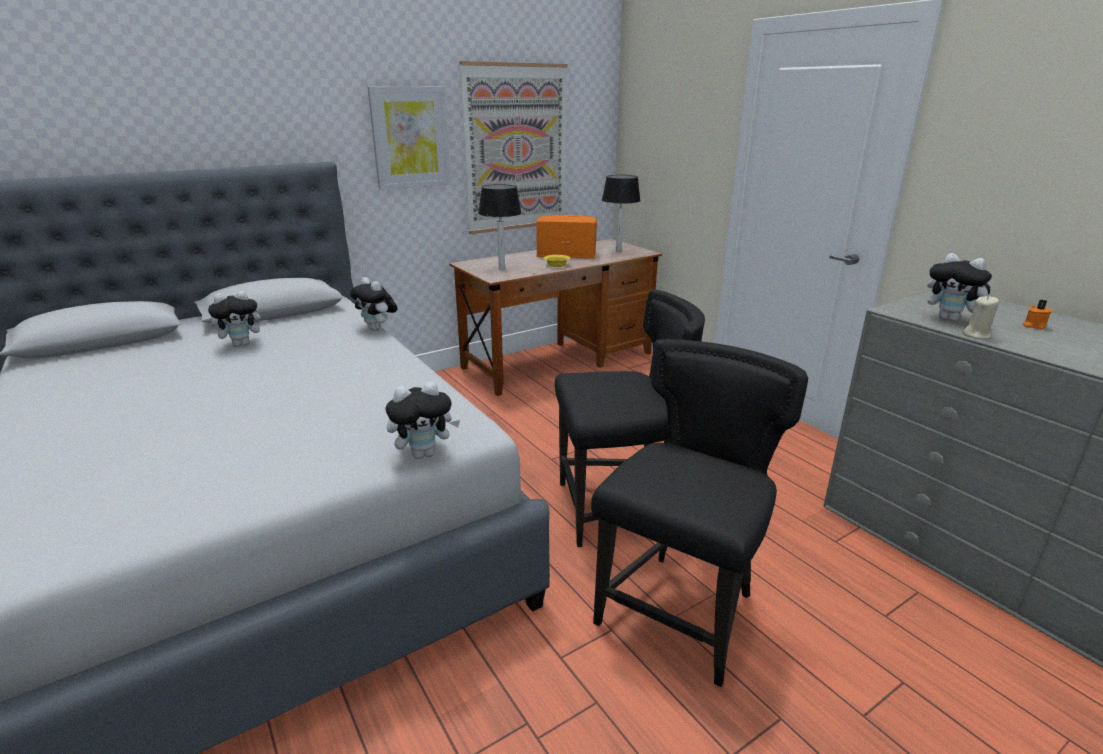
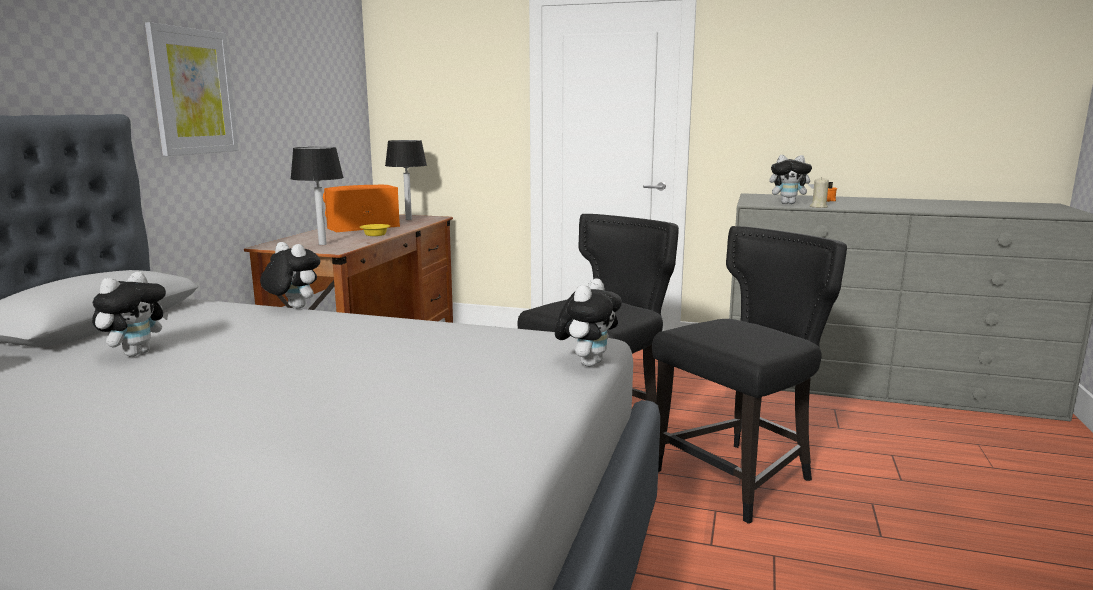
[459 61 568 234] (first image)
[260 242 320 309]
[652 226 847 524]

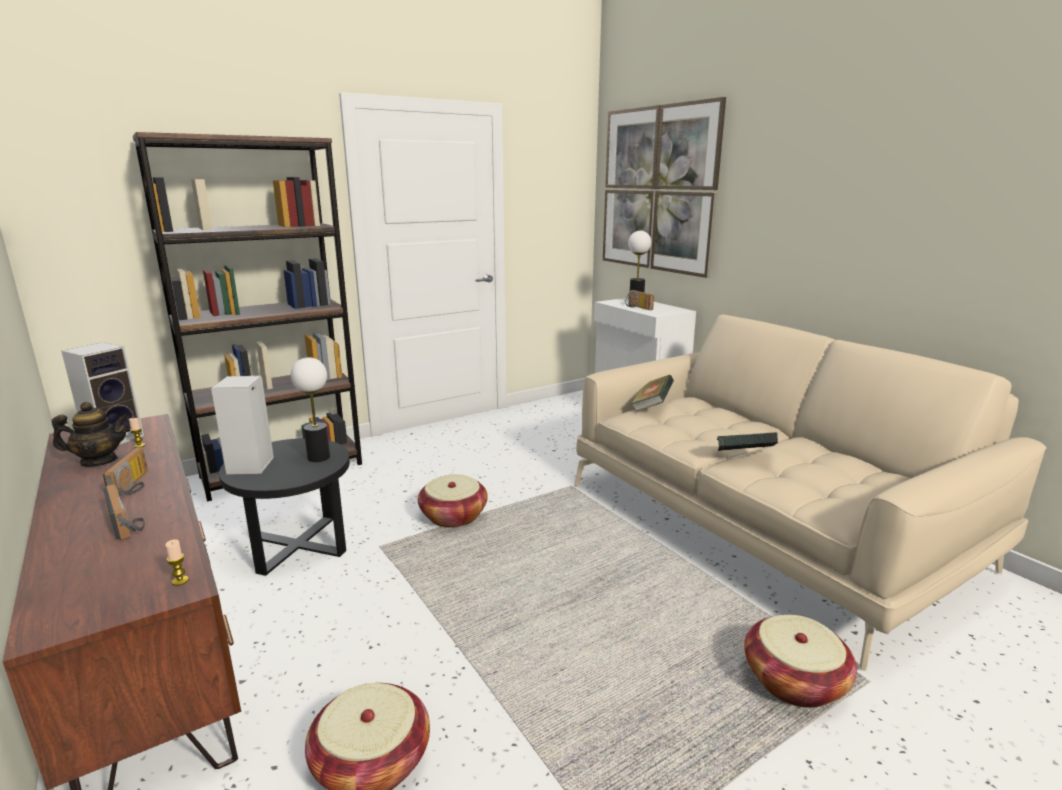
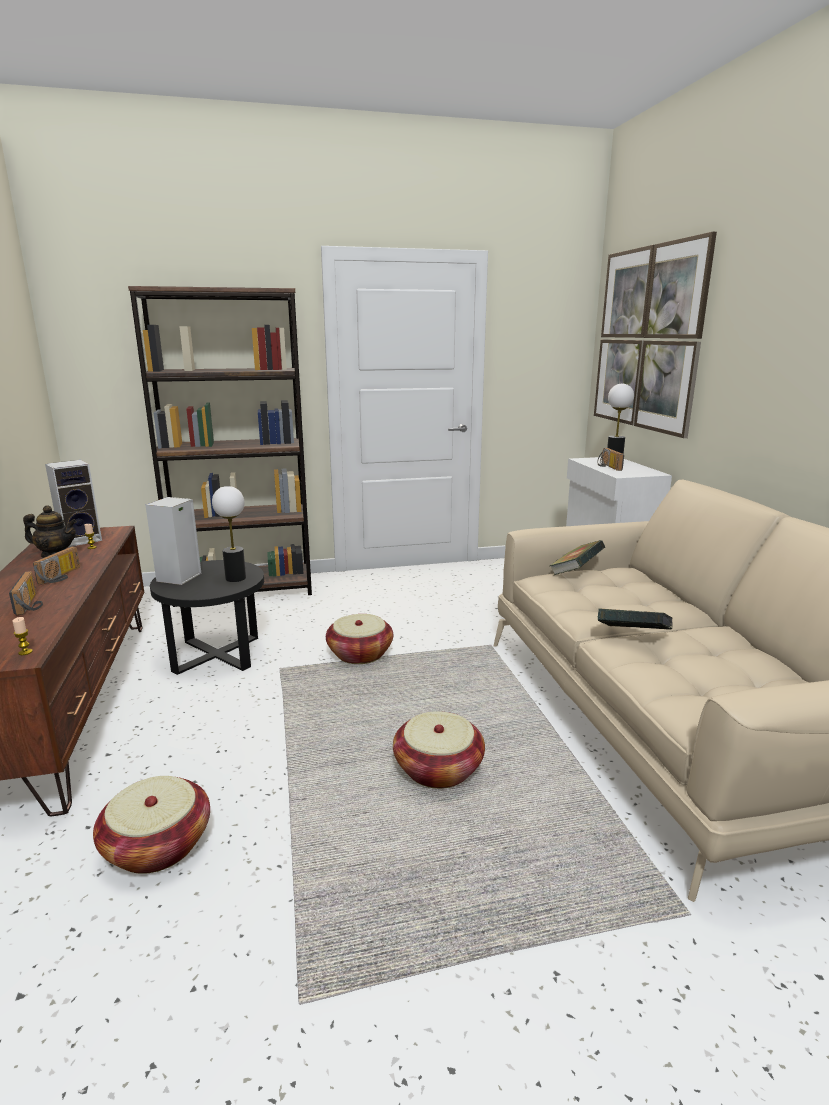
[393 711 485 789]

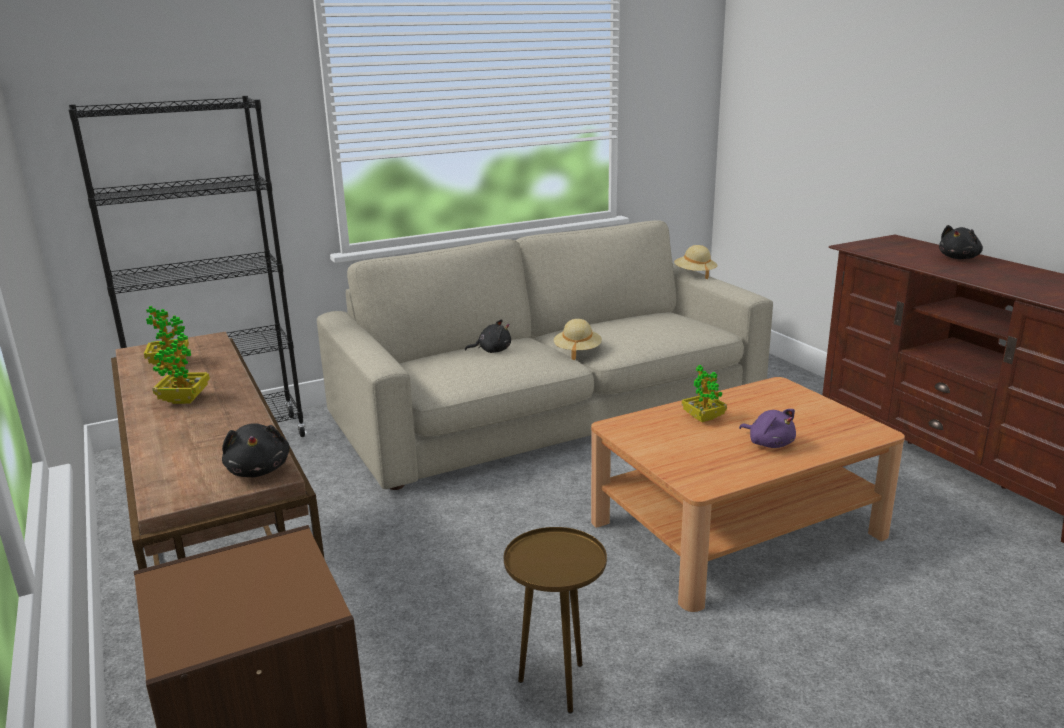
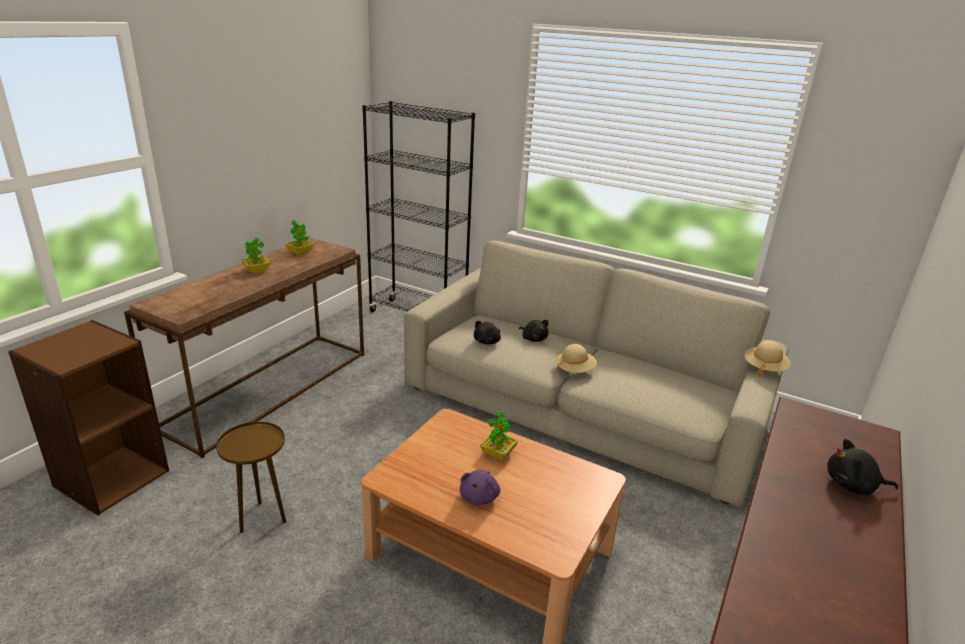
[474 321 501 344]

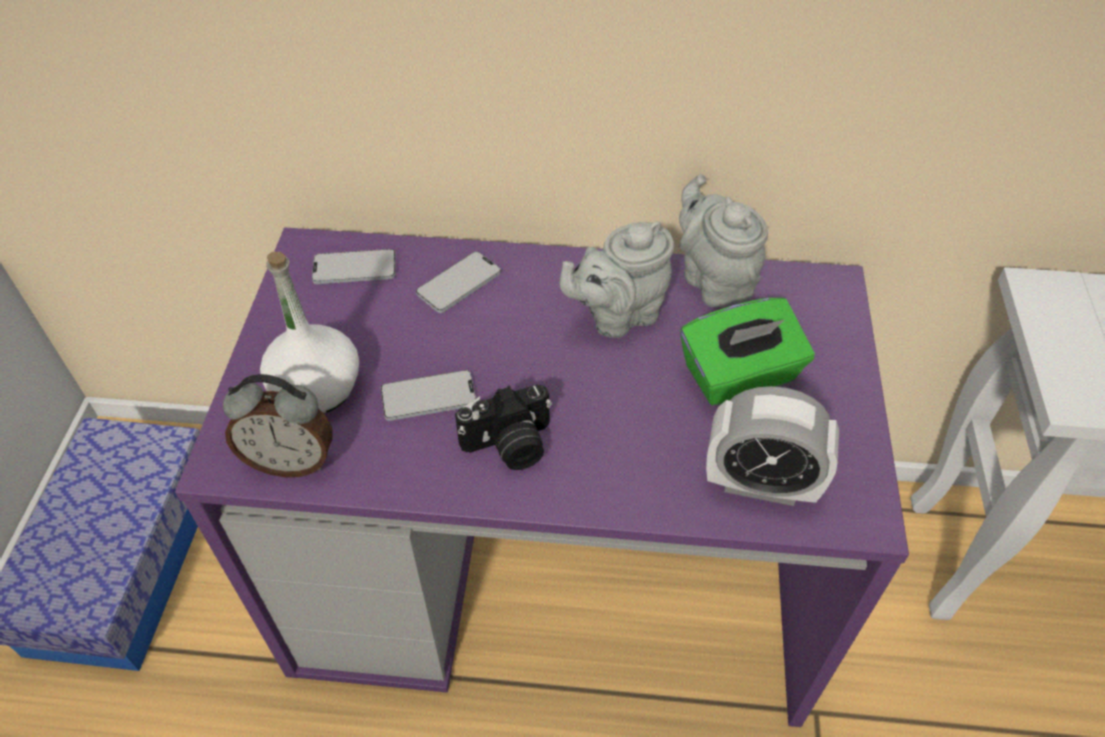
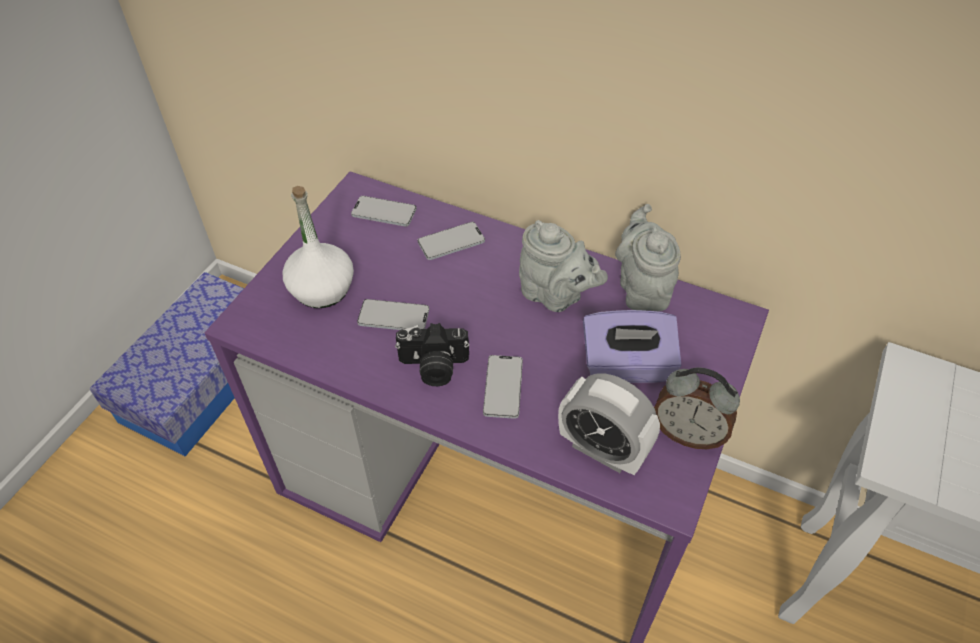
[483 355 523 419]
[654 367 740 449]
[583 310 681 383]
[519 220 608 312]

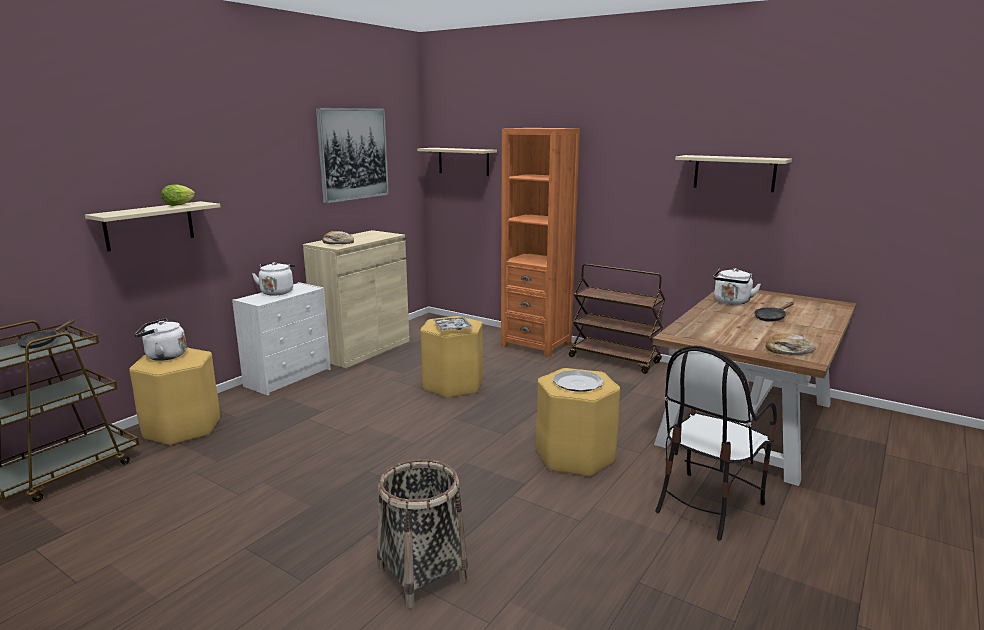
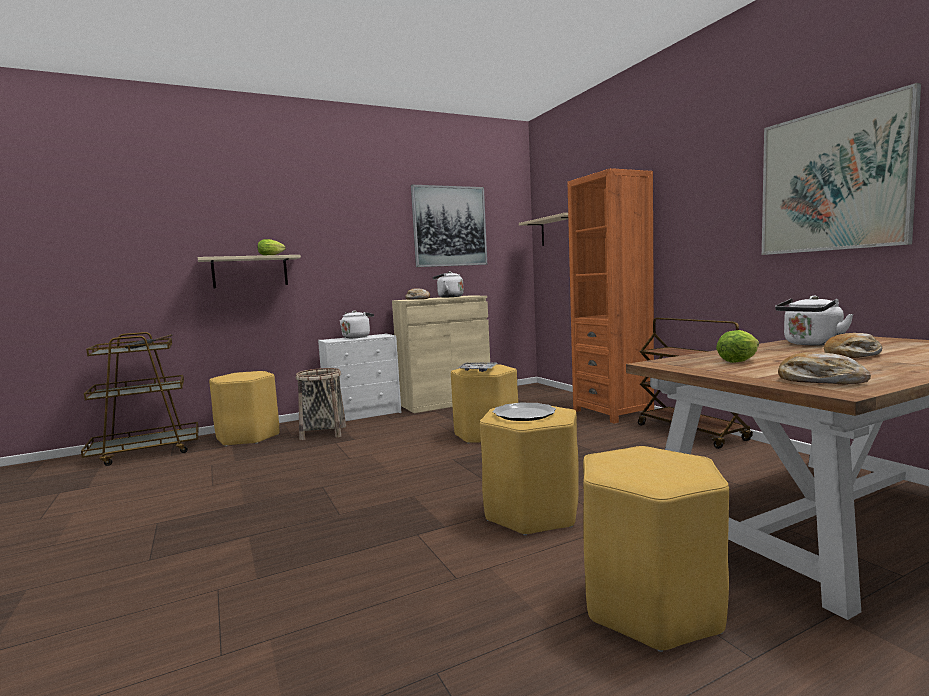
[716 330 759 363]
[432 271 464 298]
[295 368 346 440]
[583 446 729 652]
[762 83 921 255]
[824 333 882 358]

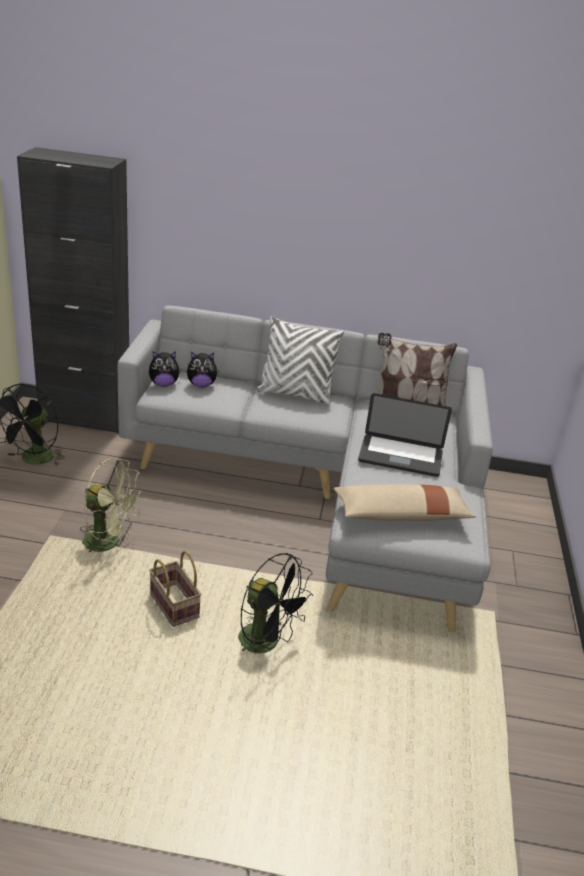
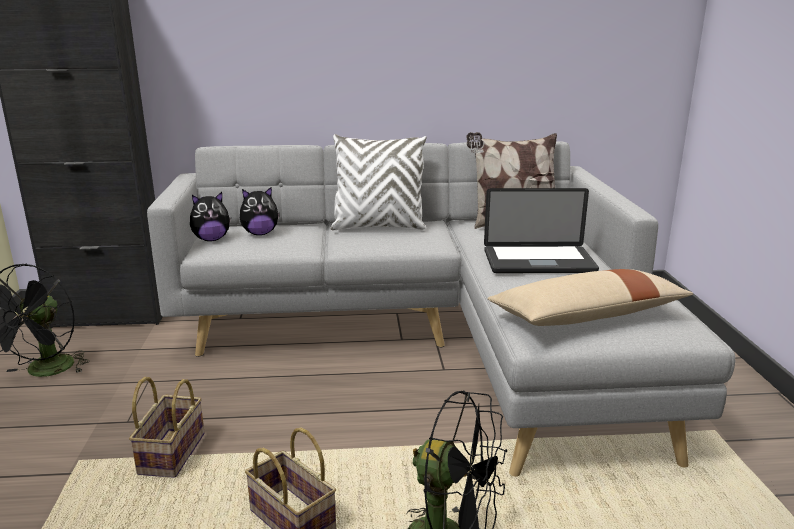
[129 377 205 478]

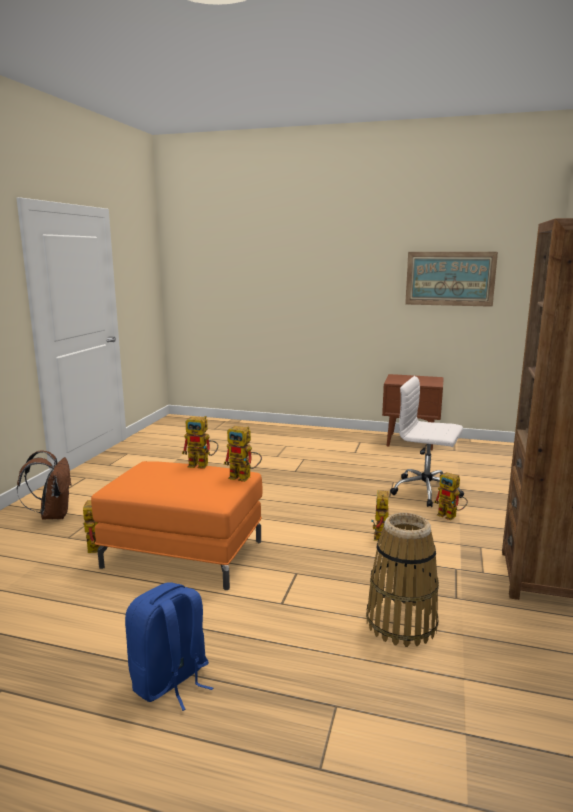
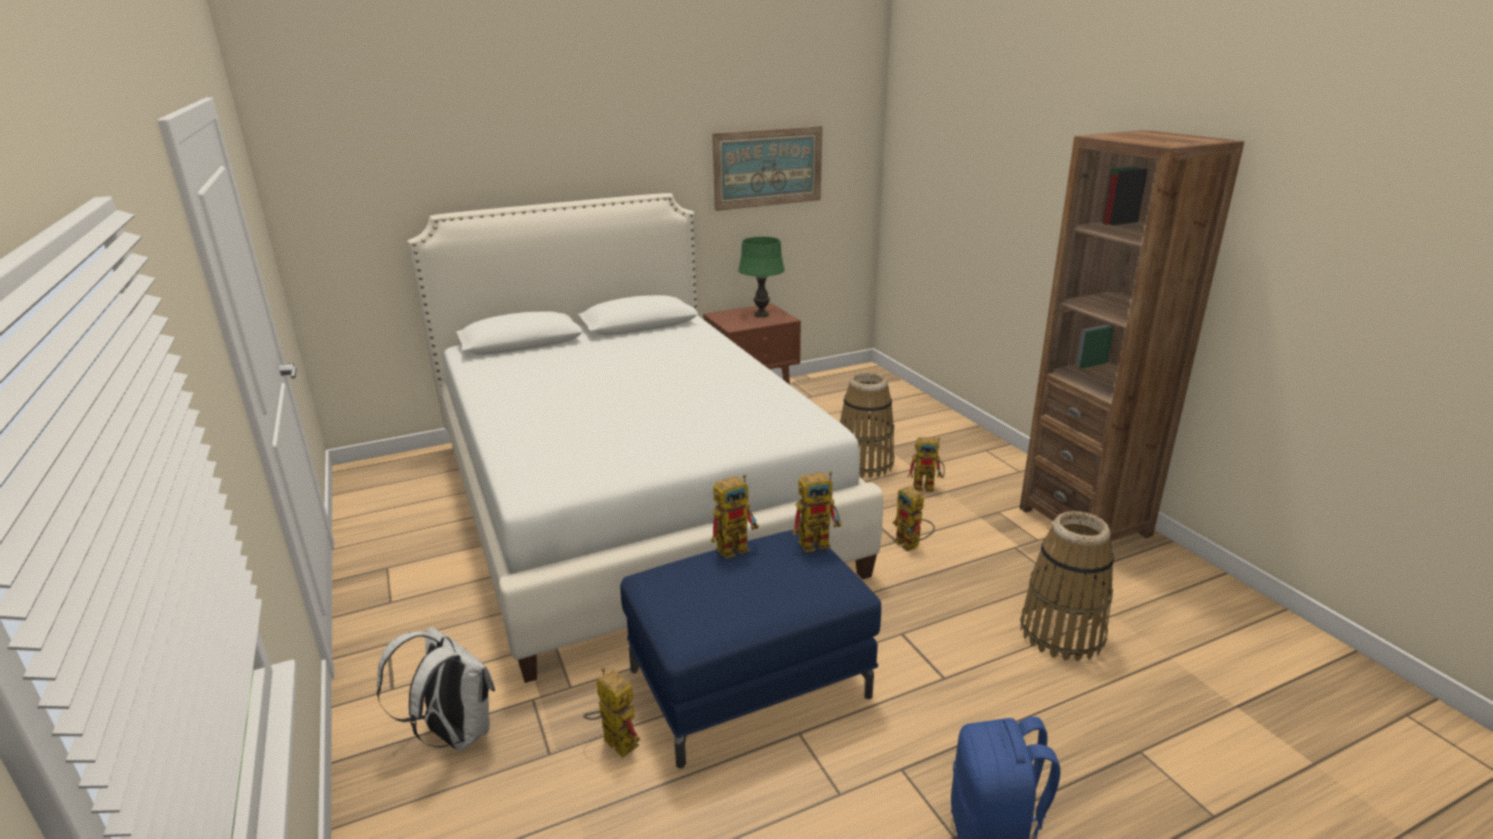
[407 193 883 683]
[738 237 785 317]
[840 372 894 478]
[377 627 495 751]
[620 530 881 769]

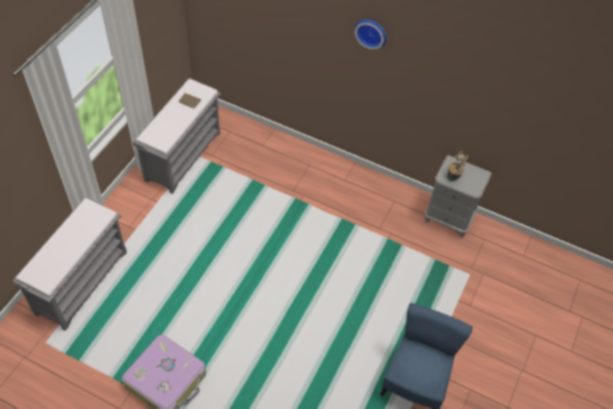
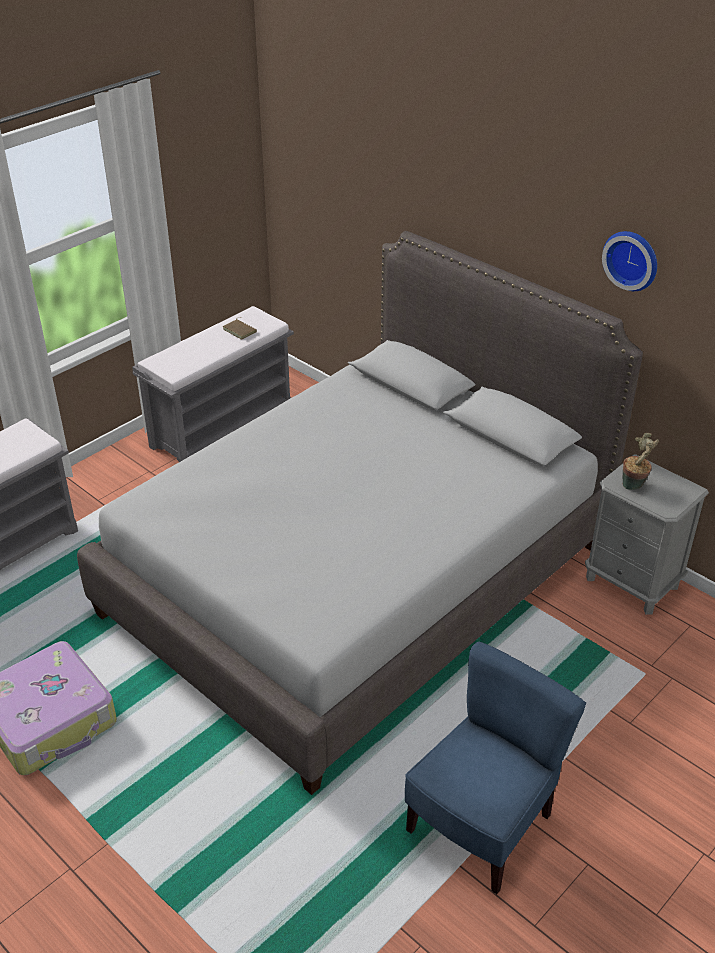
[77 231 643 795]
[602 231 657 291]

